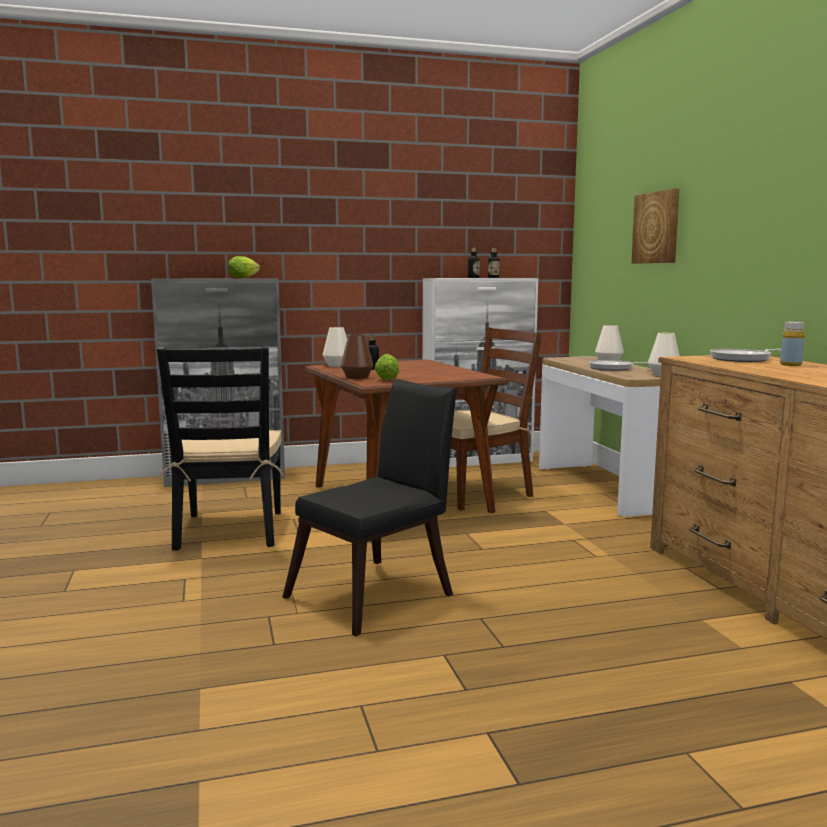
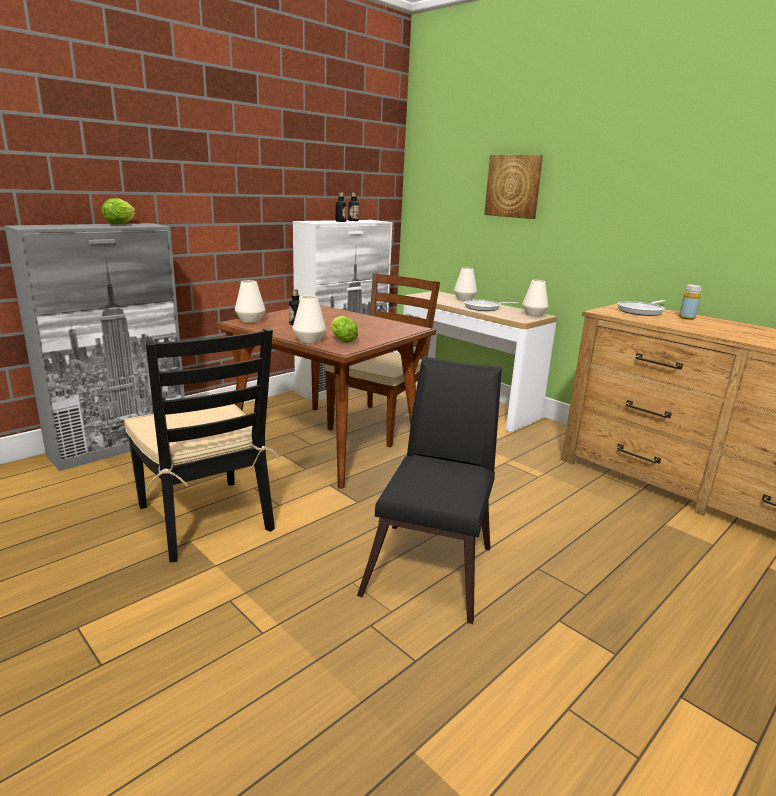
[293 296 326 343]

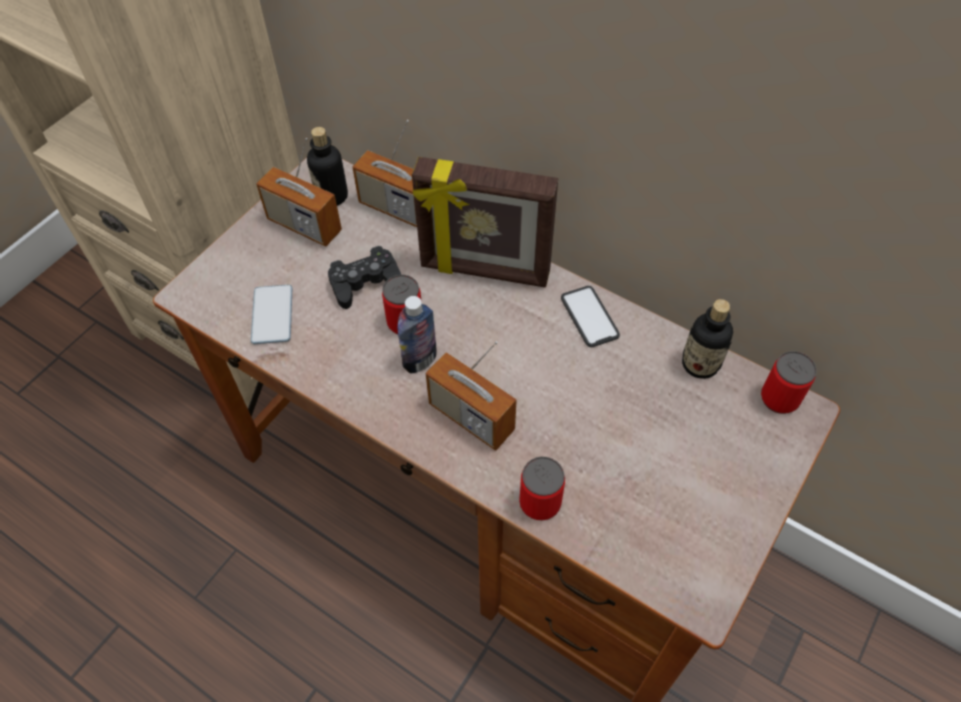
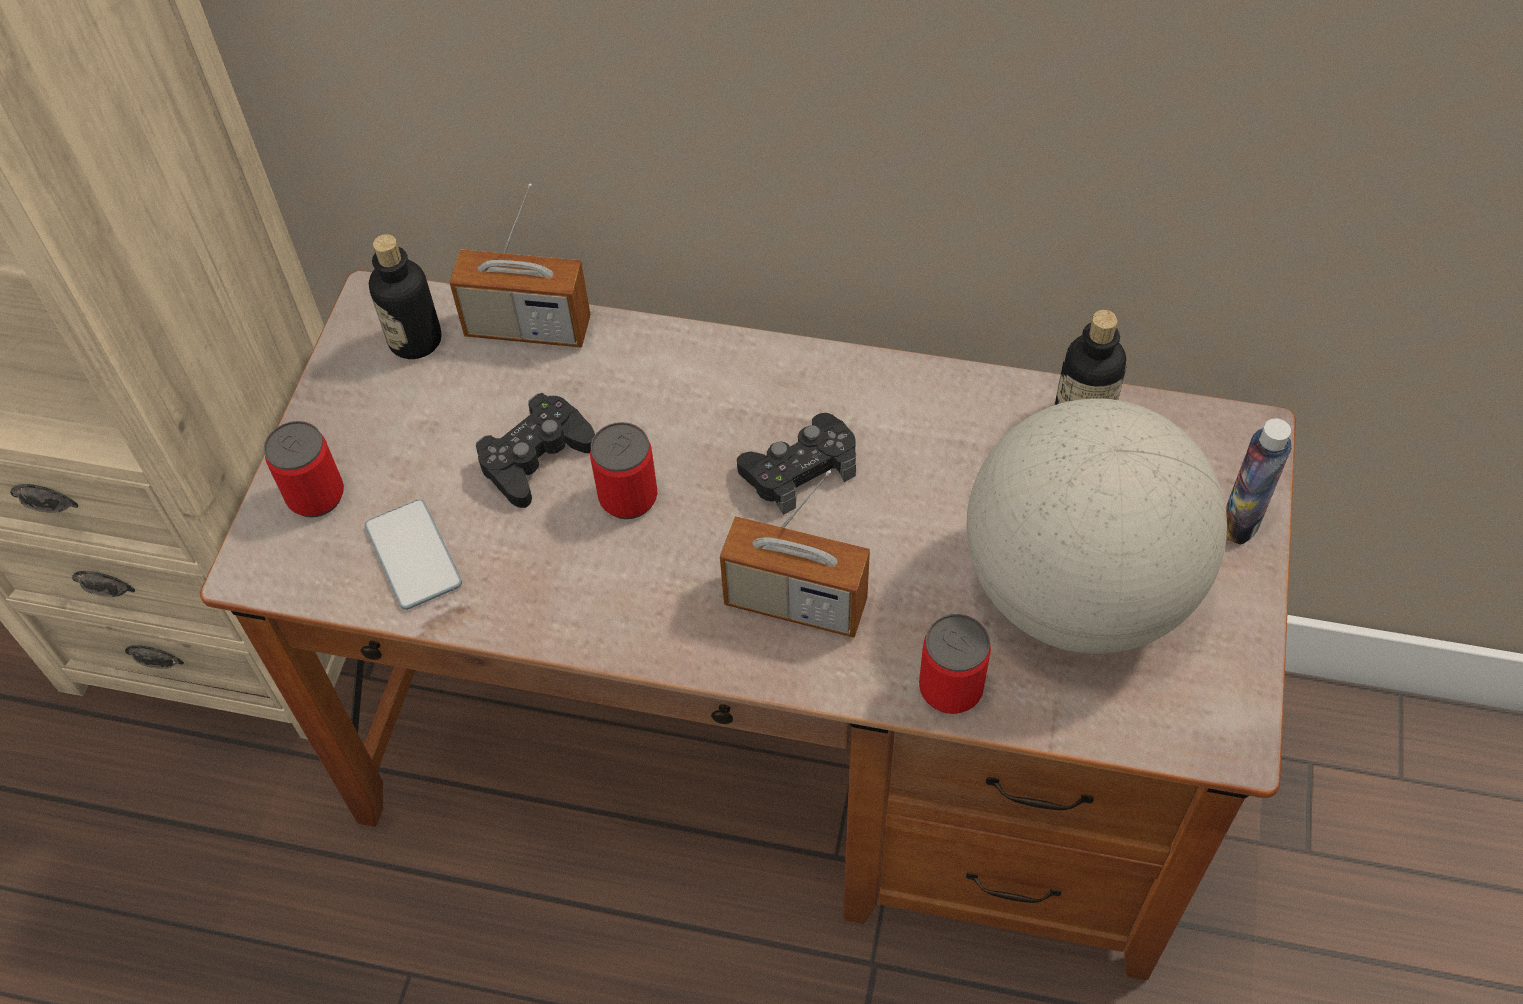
[256 138 342 247] (first image)
[412 157 558 288] (first image)
[561 286 620 347] (first image)
[737 413 856 515]
[966 398 1227 654]
[1226 418 1291 545]
[264 421 344 518]

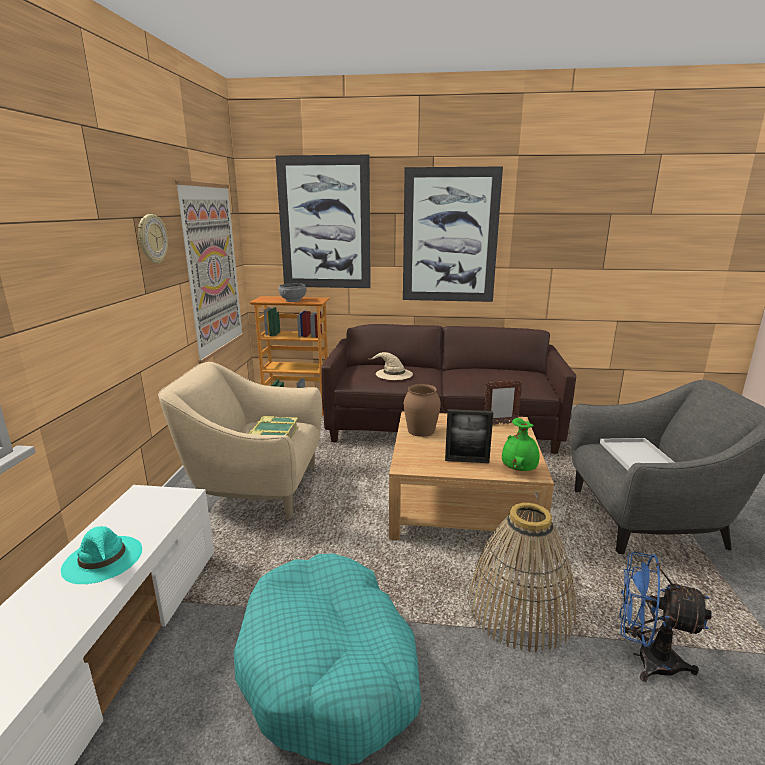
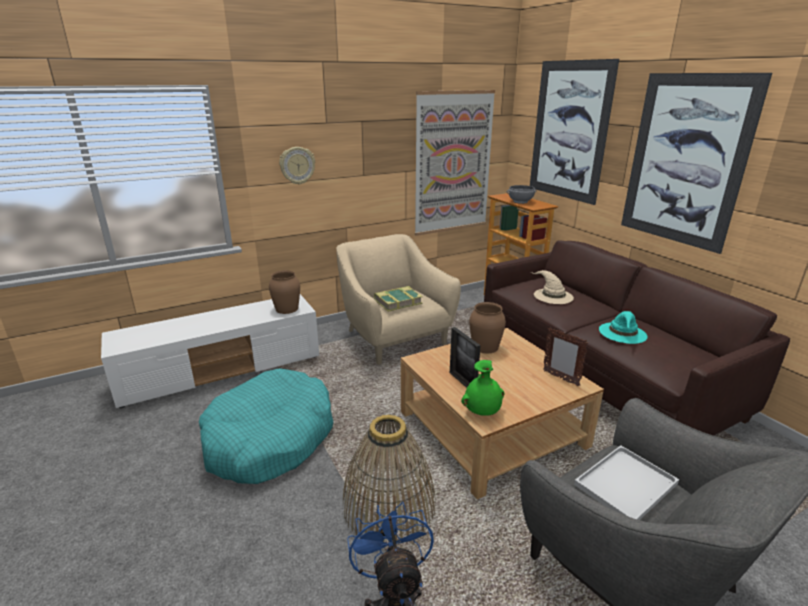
[269 270 300 314]
[599 311 647 344]
[279 147 315 185]

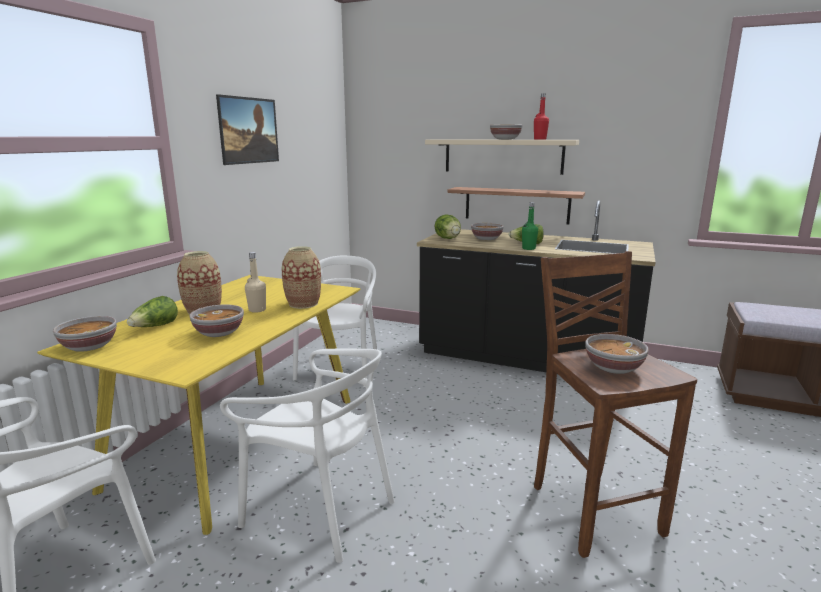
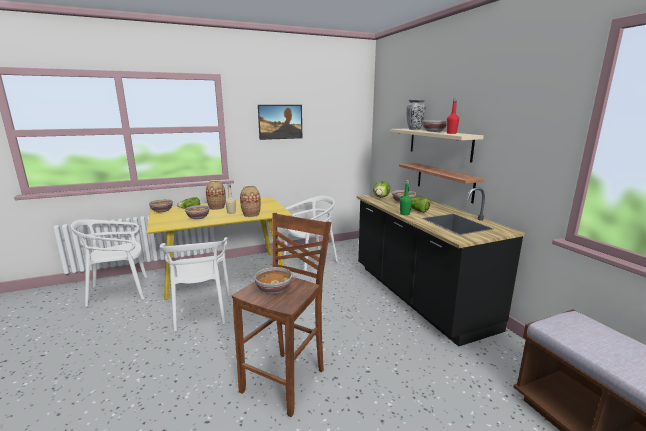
[406 99 426 130]

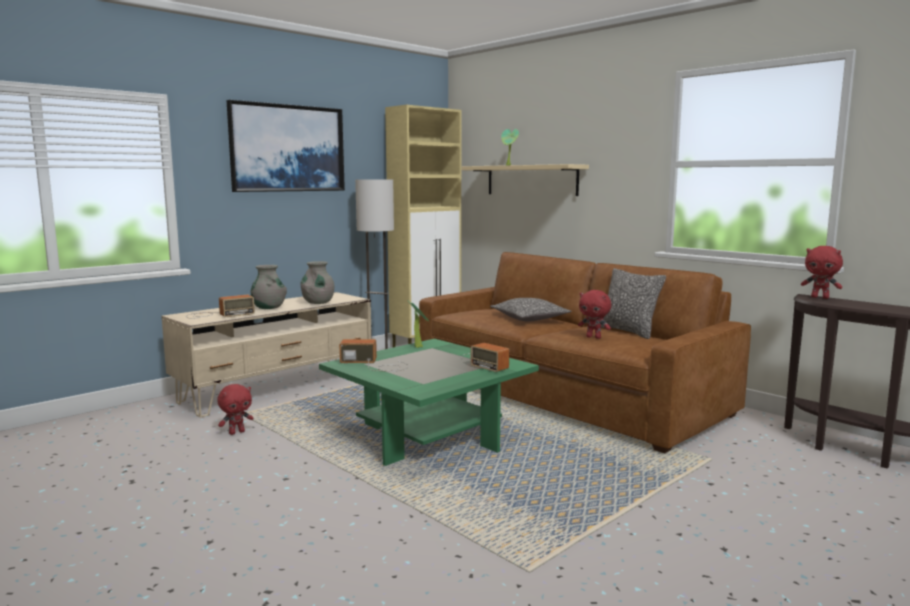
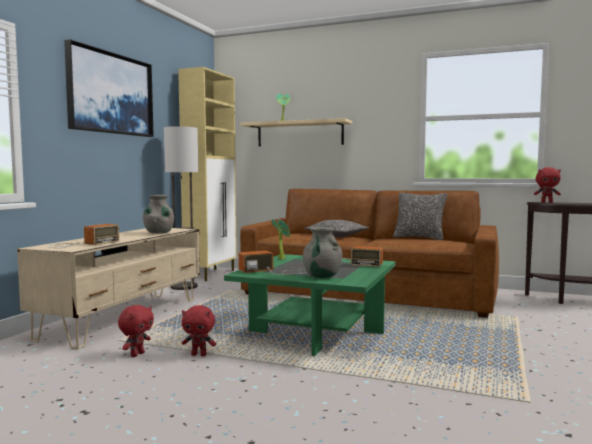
[303 227 342 278]
[182 305 216 356]

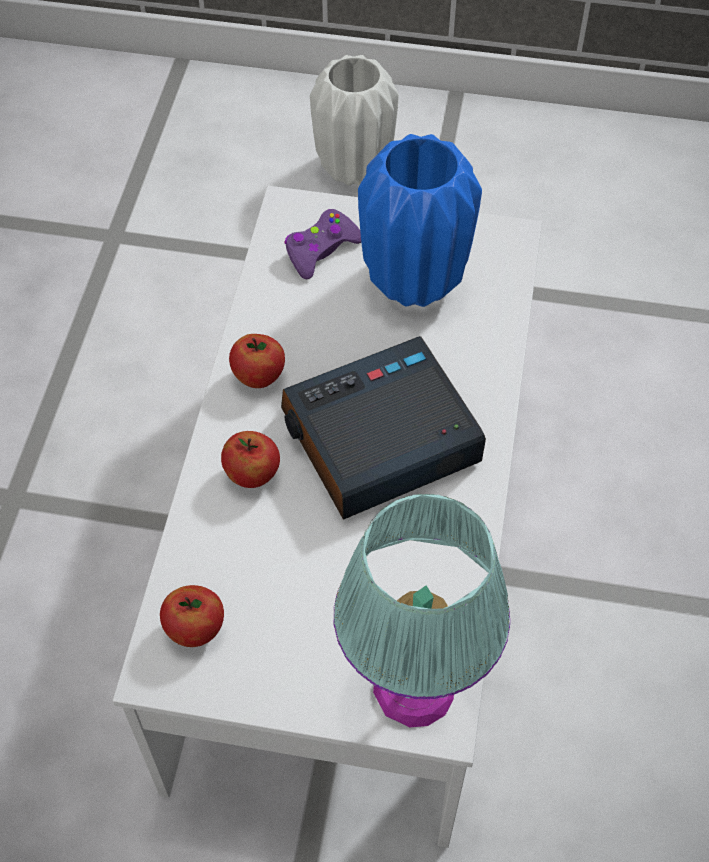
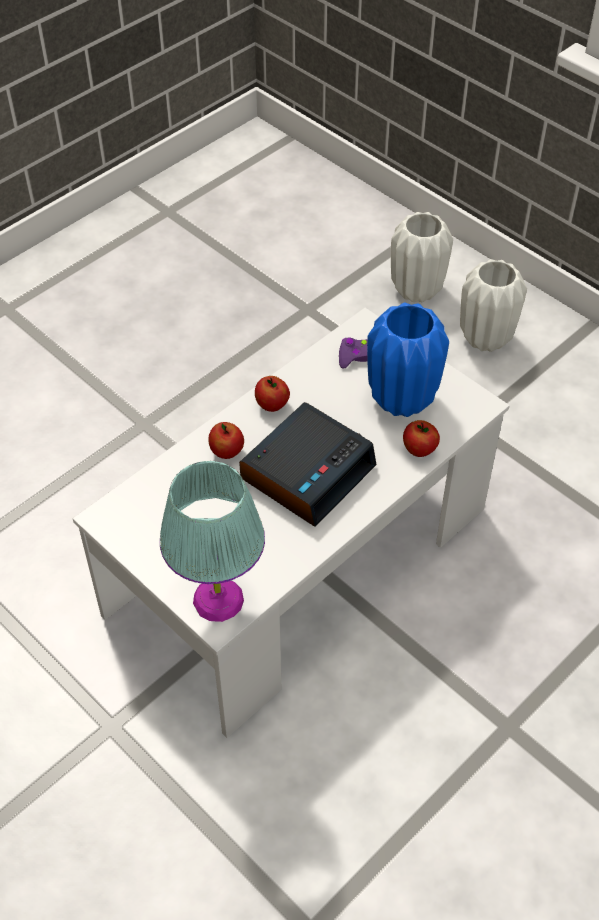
[391 212 453 302]
[403 420 440 457]
[239 402 377 527]

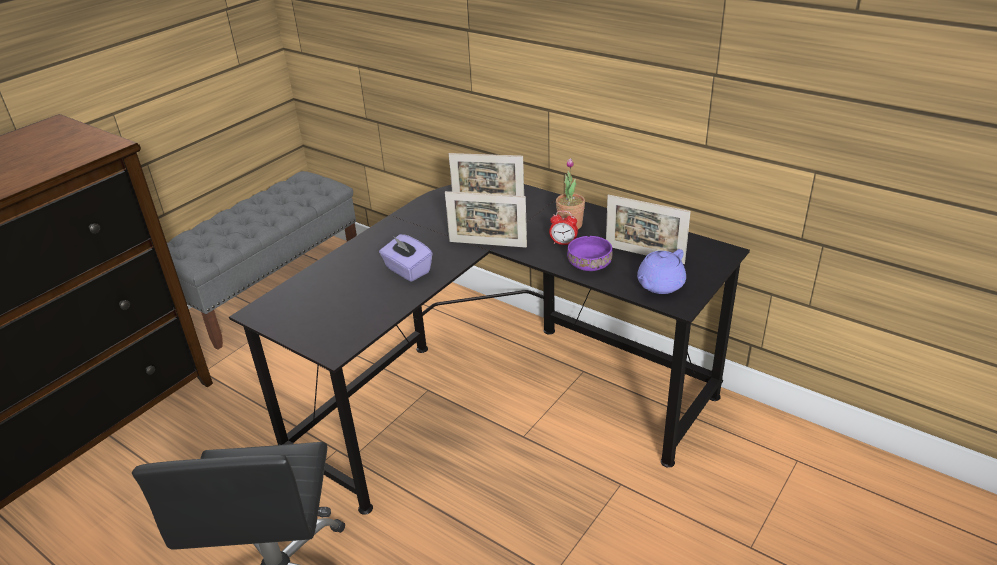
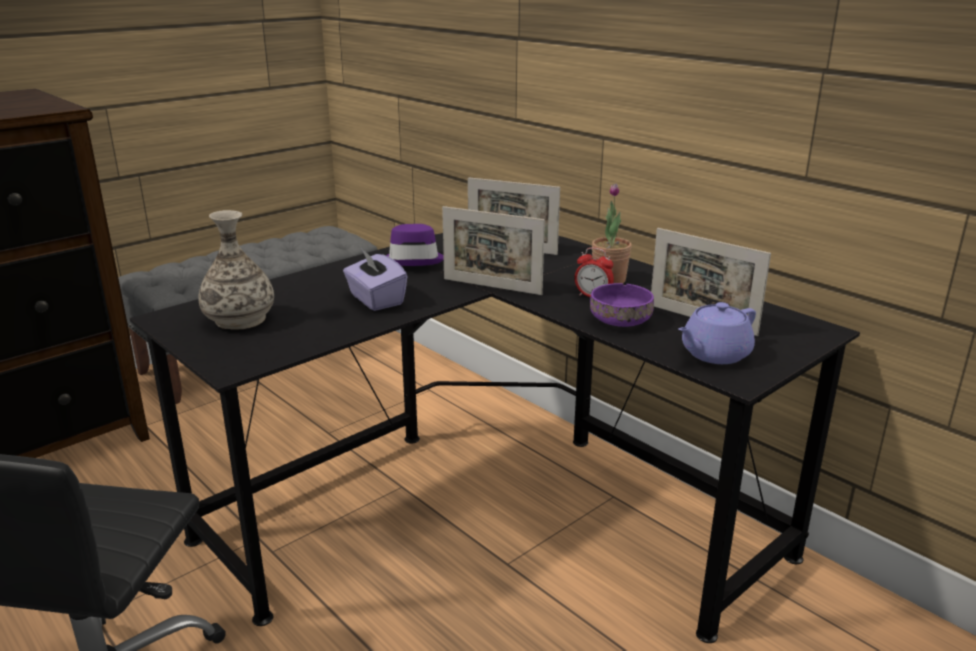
[198 210 274 329]
[386 224 444 266]

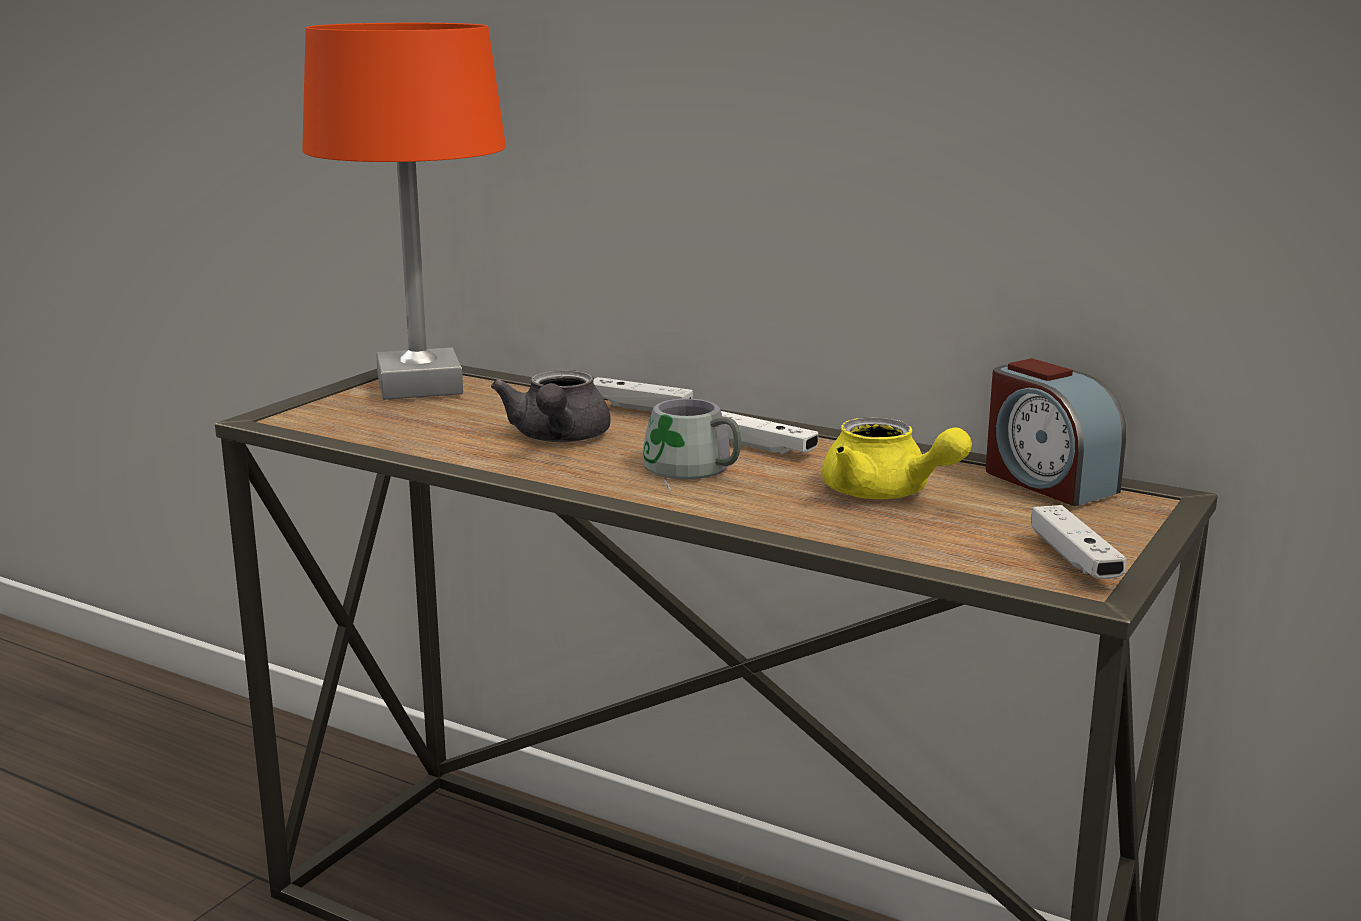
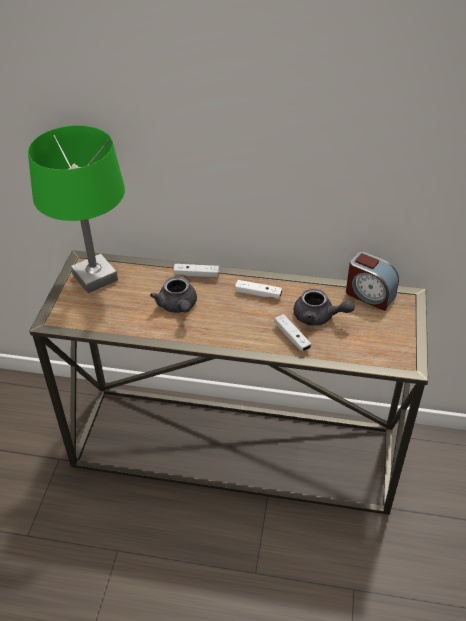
[642 399 741 491] (first image)
[274 314 311 352]
[28 125 125 293]
[294 288 355 326]

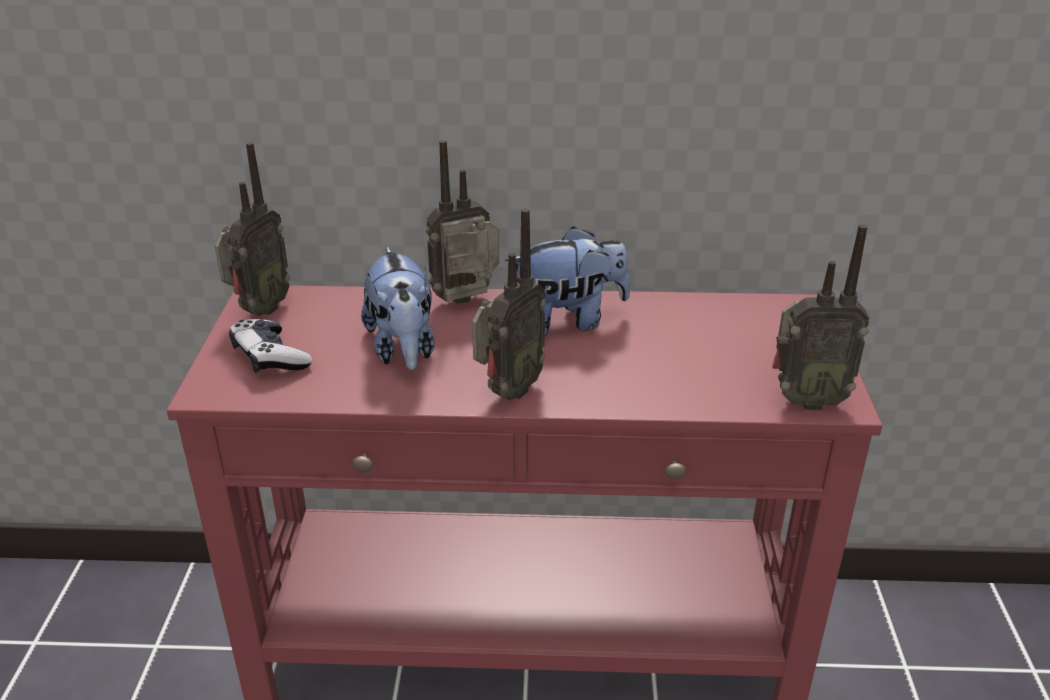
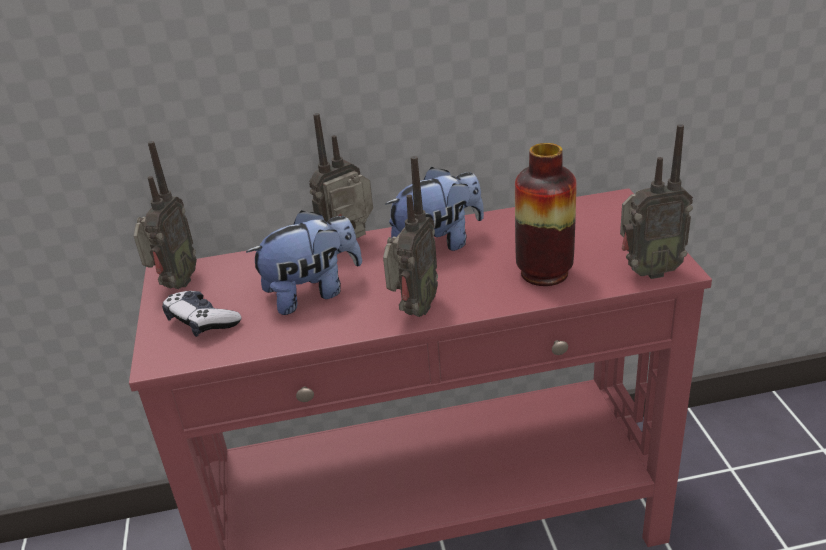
[515 143 576 286]
[246 210 362 315]

